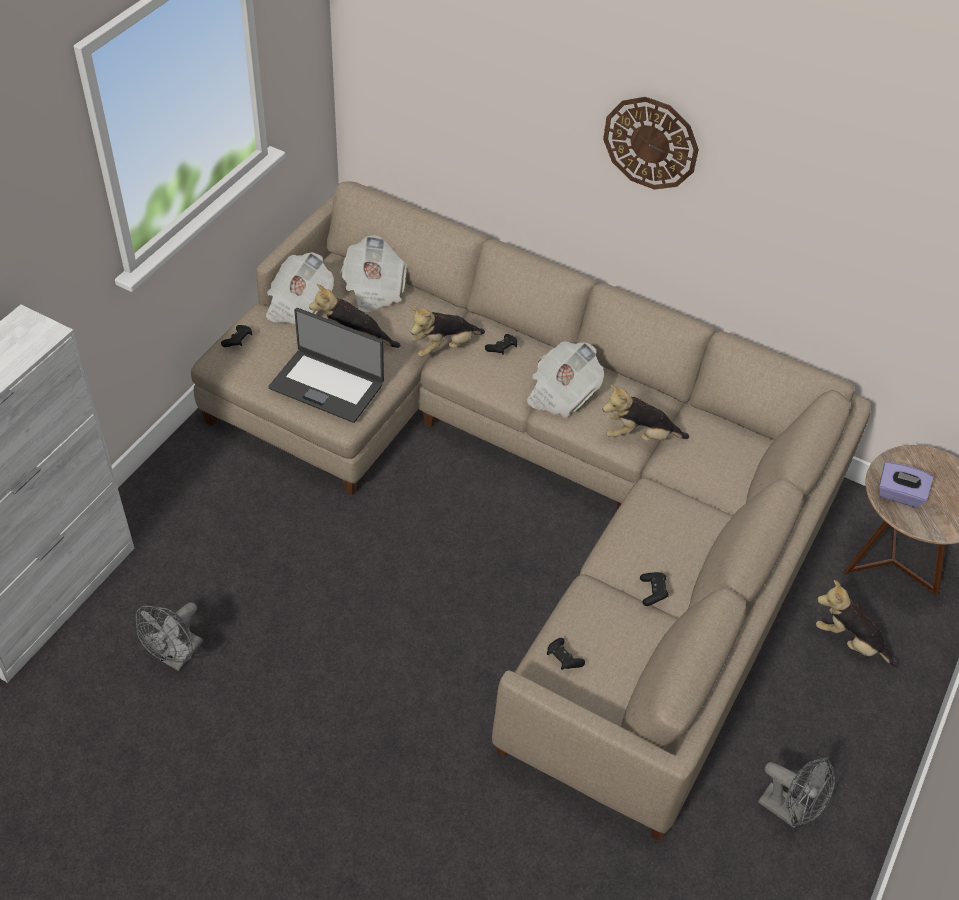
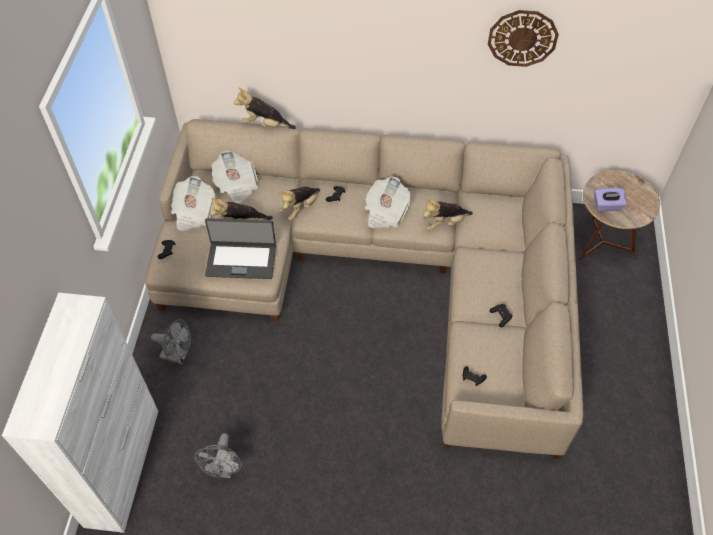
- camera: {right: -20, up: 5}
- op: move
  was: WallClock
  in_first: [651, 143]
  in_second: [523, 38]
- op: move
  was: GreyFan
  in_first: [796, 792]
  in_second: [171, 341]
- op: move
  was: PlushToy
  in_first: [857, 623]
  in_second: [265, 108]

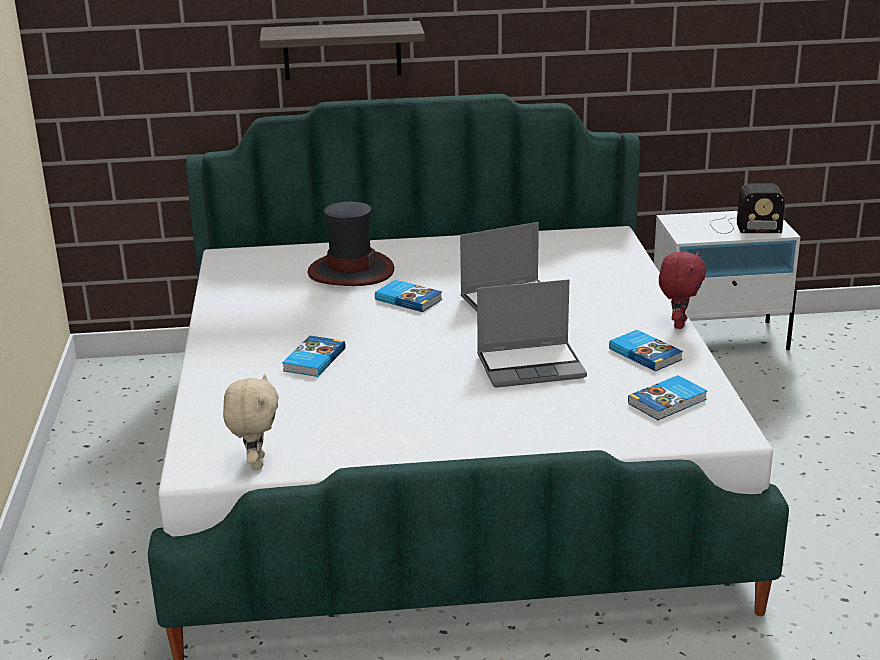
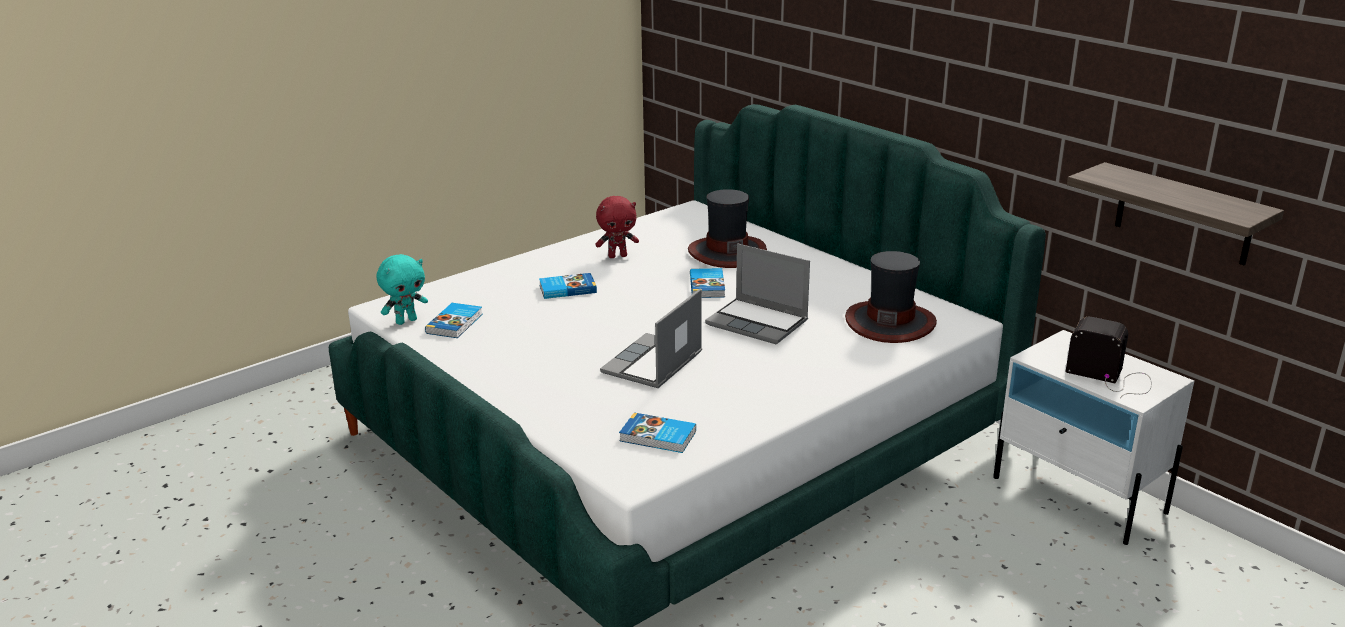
- camera: {right: 55, up: 0}
- op: insert
  now: Hat
  in_second: [891, 297]
- op: move
  was: Shelf
  in_first: [342, 50]
  in_second: [1175, 214]
- op: move
  was: Book
  in_first: [646, 350]
  in_second: [454, 320]
- op: move
  was: RedPlushToy
  in_first: [682, 290]
  in_second: [617, 227]
- op: recolor
  was: BeigePlushToy
  now: TurquoisePlushToy
  in_first: [250, 422]
  in_second: [402, 289]
- op: rotate
  was: Laptop
  in_first: [532, 333]
  in_second: [651, 338]
  clockwise: 75
- op: rotate
  was: Radio
  in_first: [747, 208]
  in_second: [1109, 357]
  clockwise: 150

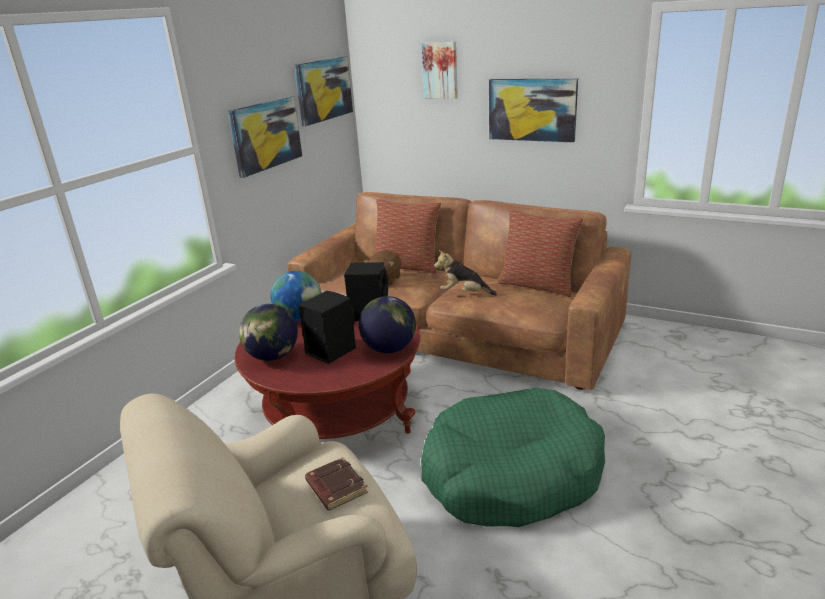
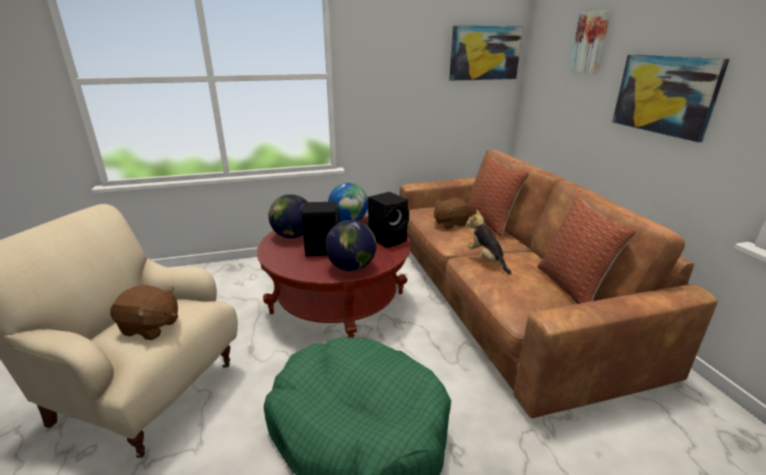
- camera: {right: 45, up: 0}
- op: delete
  was: Picture
  in_first: [265, 137]
- op: replace
  was: BrownBook
  now: BrownPlushToy
  in_first: [336, 483]
  in_second: [144, 312]

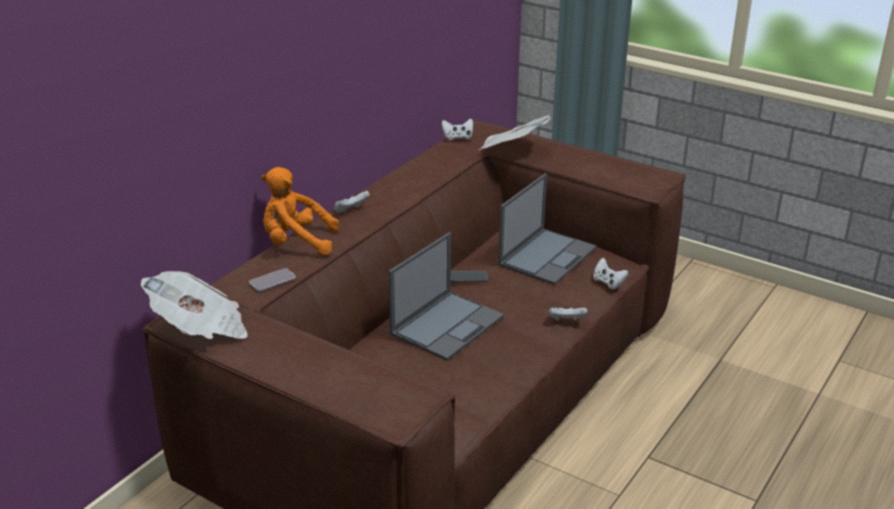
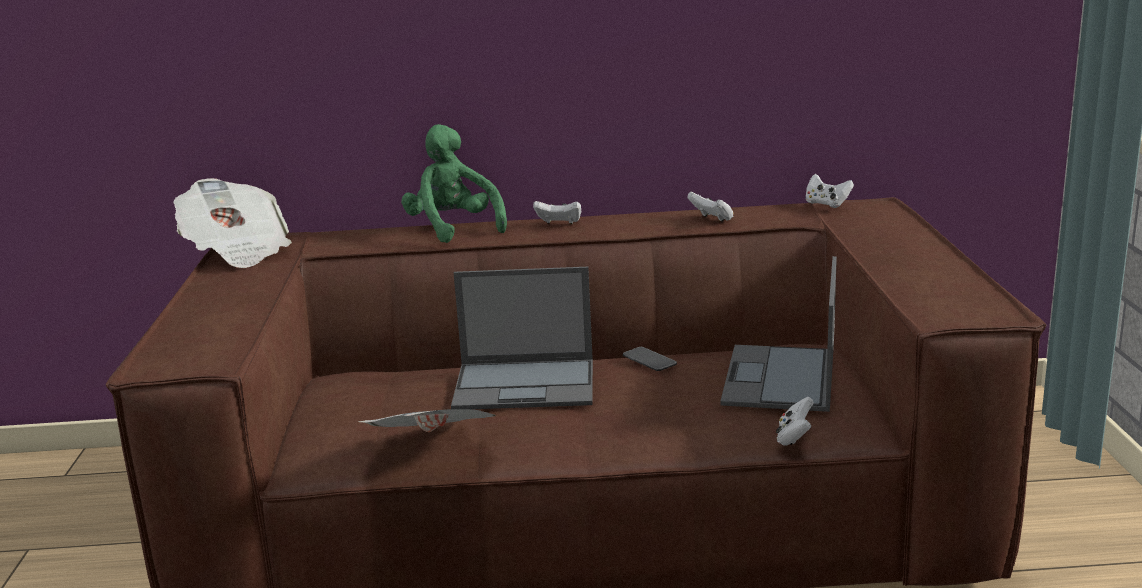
- camera: {right: 55, up: -10}
- op: delete
  was: Phone
  in_first: [272, 279]
- op: move
  was: Newspaper
  in_first: [515, 132]
  in_second: [427, 420]
- op: move
  was: WhiteGameController
  in_first: [568, 313]
  in_second: [710, 207]
- op: recolor
  was: OrangePlushToy
  now: GreenPlushToy
  in_first: [300, 211]
  in_second: [454, 183]
- op: rotate
  was: Laptop
  in_first: [547, 229]
  in_second: [778, 334]
  clockwise: 105

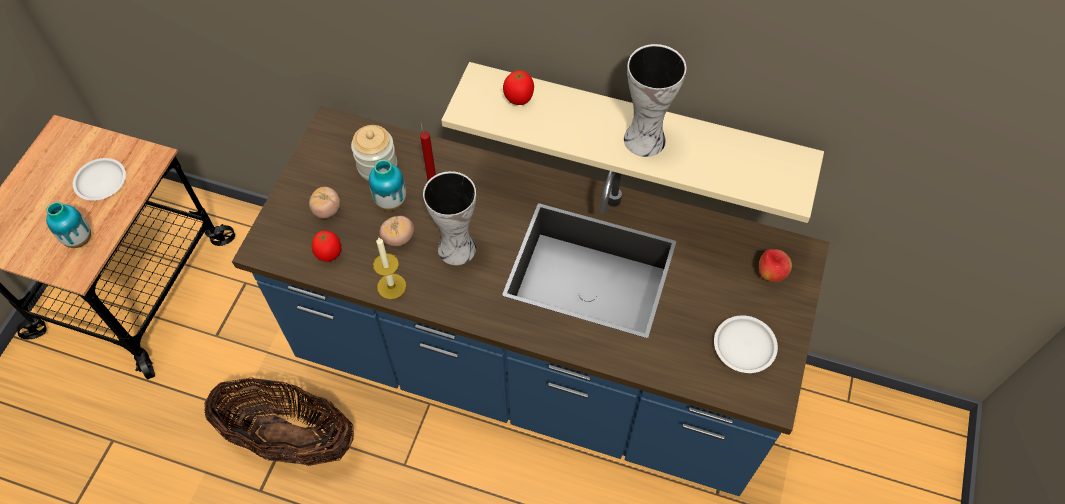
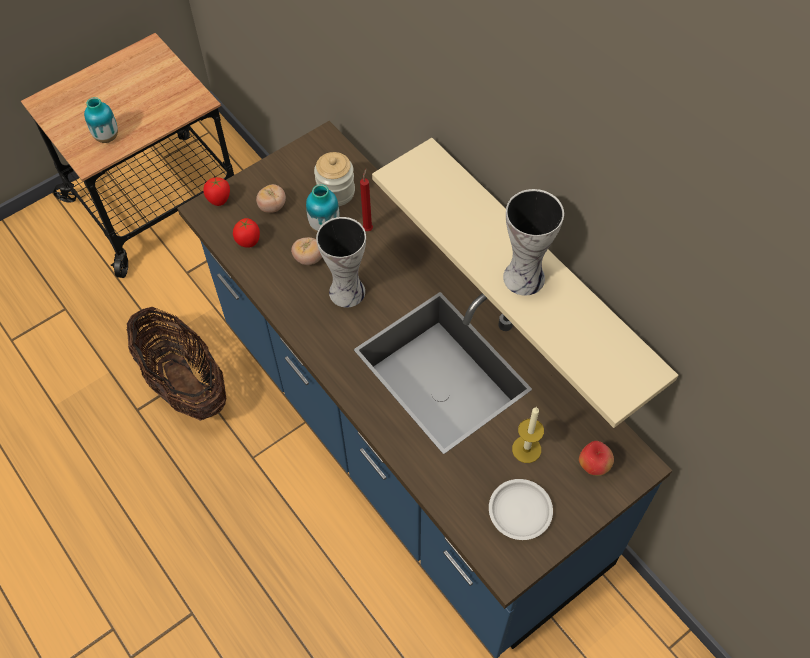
- camera: {right: 35, up: 0}
- op: delete
  was: WhitePlate
  in_first: [99, 179]
- op: move
  was: Candle
  in_first: [389, 268]
  in_second: [528, 435]
- op: move
  was: Tomato
  in_first: [518, 87]
  in_second: [217, 191]

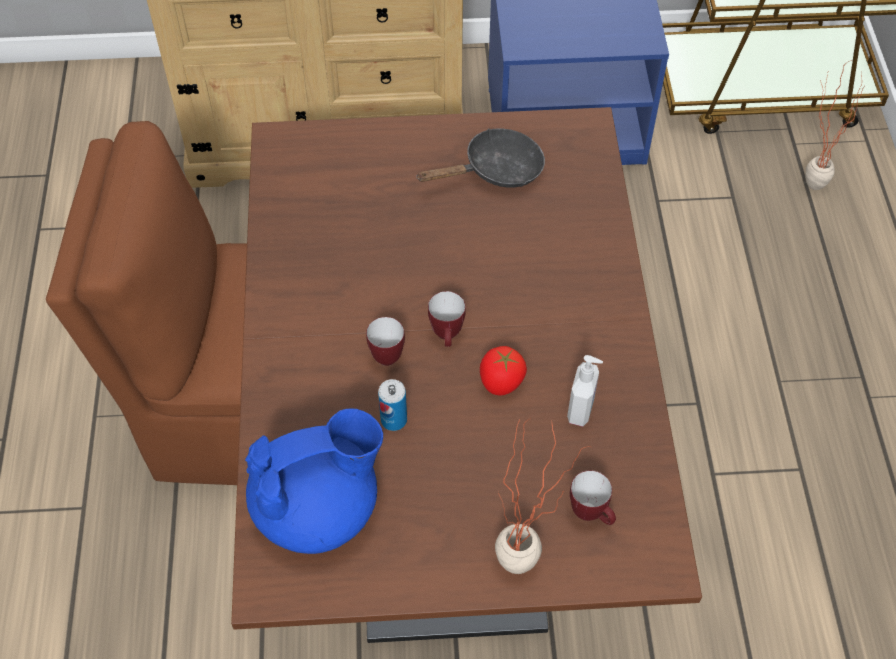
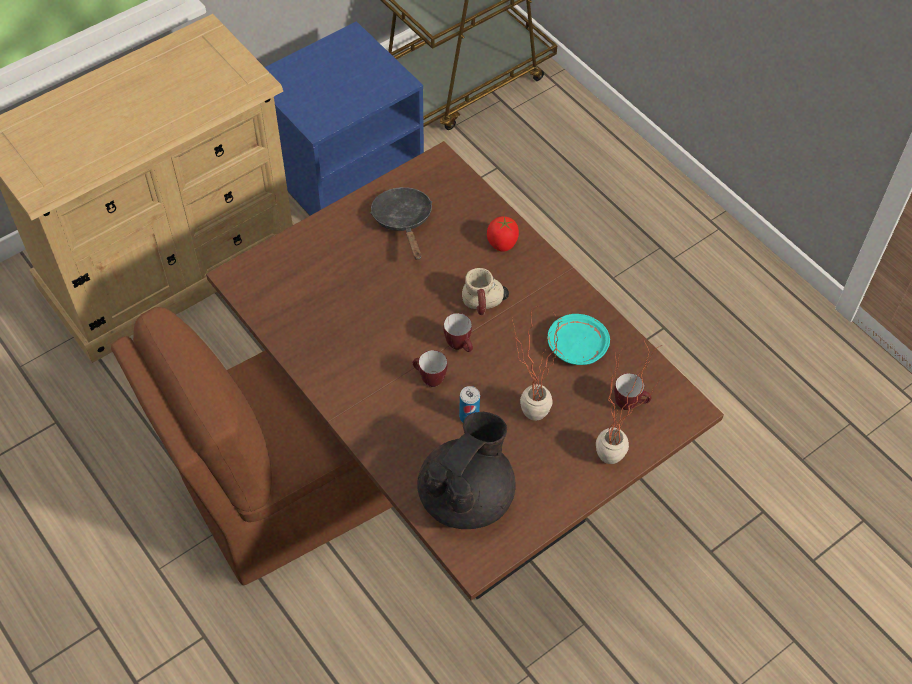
- camera: {right: -35, up: 0}
- op: insert
  now: Mug
  in_second: [485, 291]
- op: move
  was: Tomato
  in_first: [503, 371]
  in_second: [503, 234]
- op: move
  was: PottedPlant
  in_first: [835, 125]
  in_second: [536, 363]
- op: replace
  was: SoapDispenser
  now: TurquoisePlate
  in_first: [585, 391]
  in_second: [579, 339]
- op: recolor
  was: BlueTeapot
  now: BlackTeapot
  in_first: [314, 481]
  in_second: [467, 470]
- op: rotate
  was: BlackFryingPan
  in_first: [480, 158]
  in_second: [401, 223]
  clockwise: -45

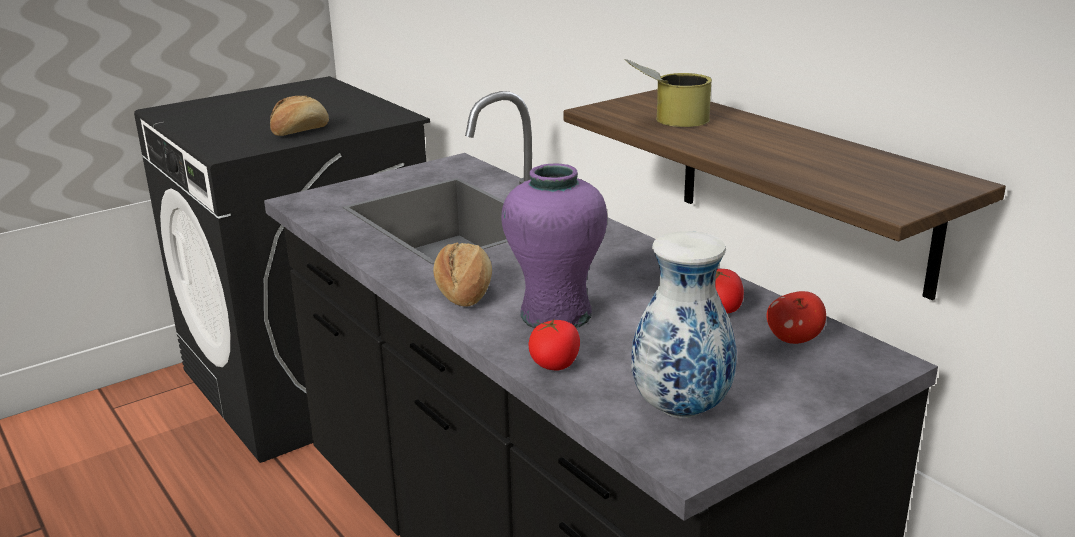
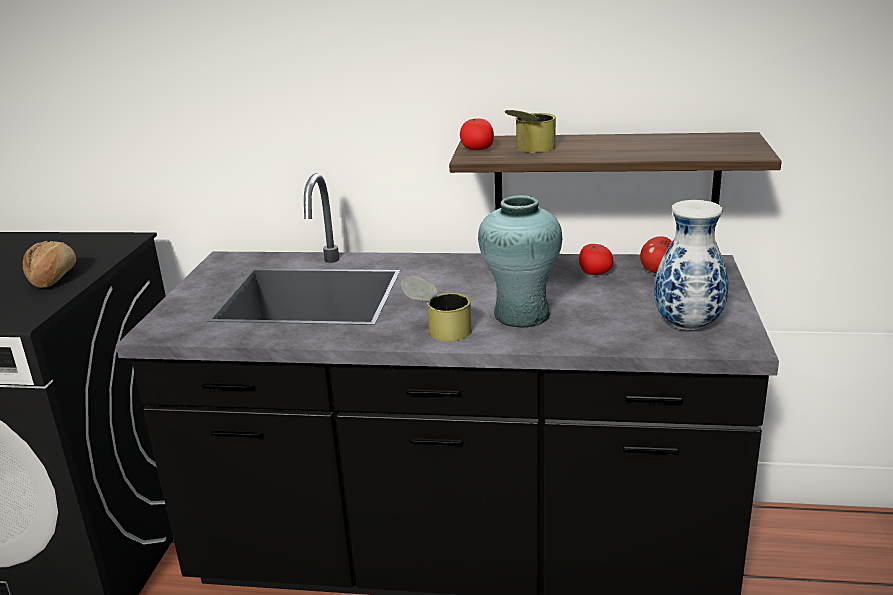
- camera: {right: -45, up: 0}
- op: move
  was: Tomato
  in_first: [554, 344]
  in_second: [477, 134]
- op: replace
  was: Bread
  now: Can
  in_first: [462, 274]
  in_second: [436, 308]
- op: recolor
  was: PurpleVase
  now: TurquoiseVase
  in_first: [554, 246]
  in_second: [520, 261]

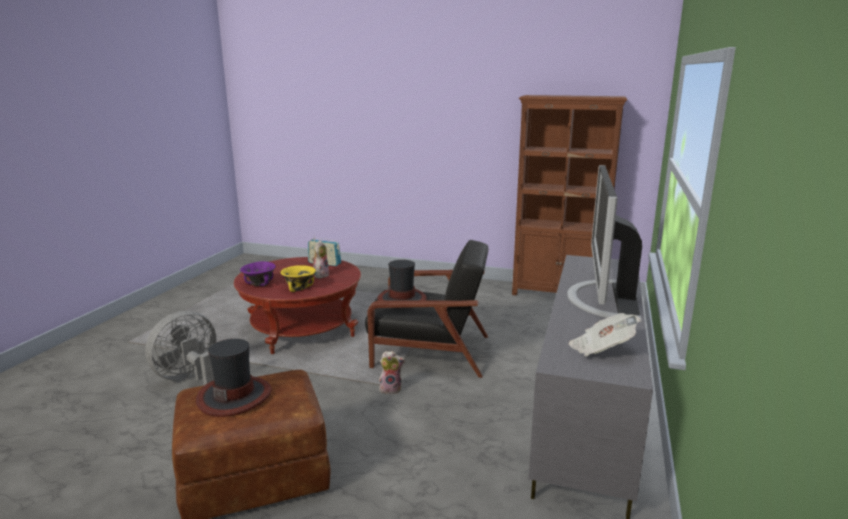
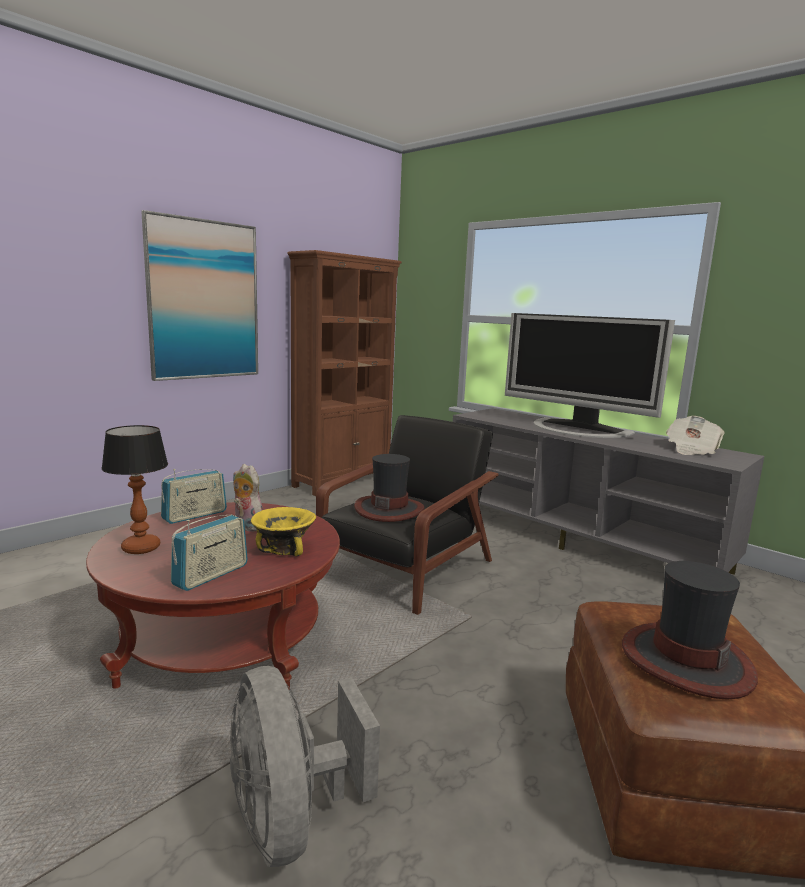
- camera: {right: -65, up: -5}
- op: delete
  was: PlushToy
  in_first: [392, 373]
- op: insert
  now: TableLamp
  in_second: [134, 489]
- op: insert
  now: Picture
  in_second: [199, 295]
- op: replace
  was: PurpleBowl
  now: Radio
  in_first: [258, 273]
  in_second: [209, 553]

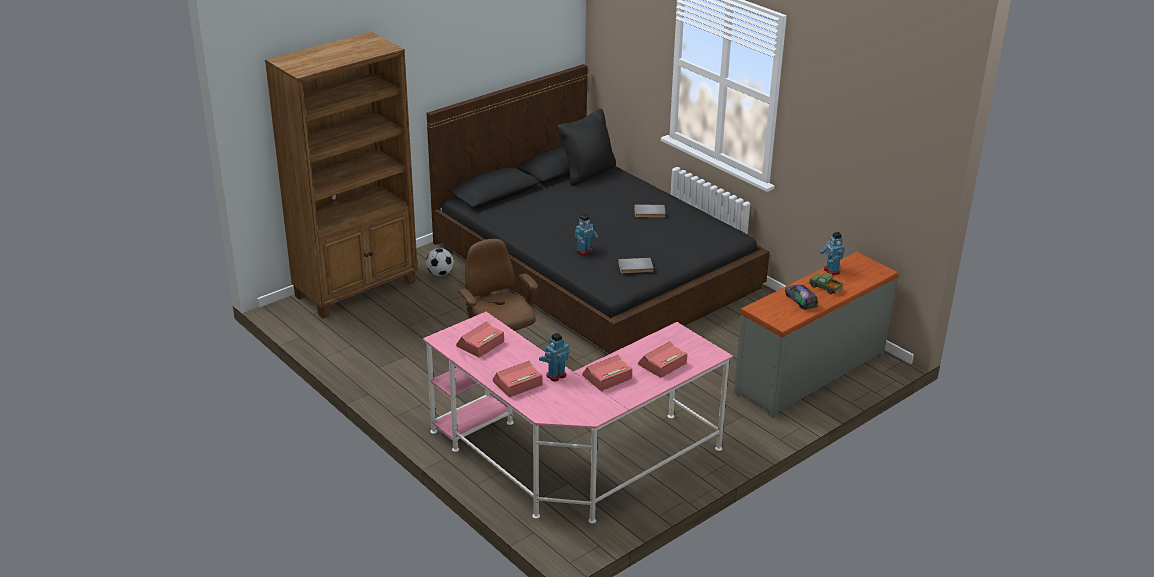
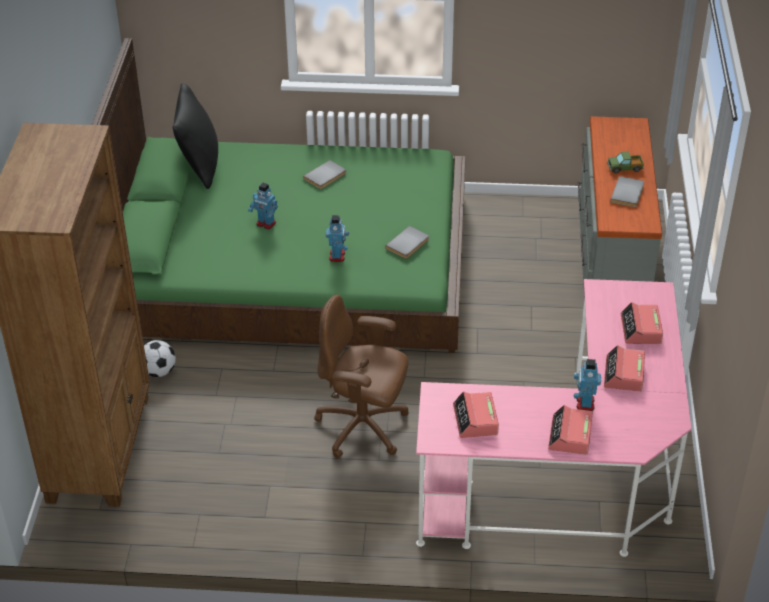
- camera: {right: -45, up: 10}
- op: move
  was: ToyRobot
  in_first: [832, 253]
  in_second: [263, 206]
- op: replace
  was: ToyTruck
  now: GreyBook
  in_first: [801, 297]
  in_second: [627, 191]
- op: recolor
  was: BlackBed
  now: GreenBed
  in_first: [598, 209]
  in_second: [279, 195]

